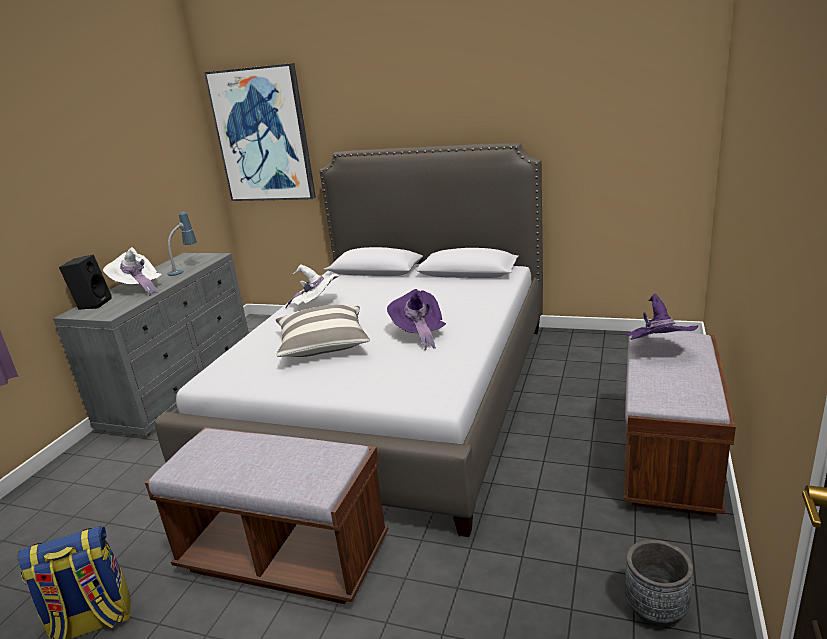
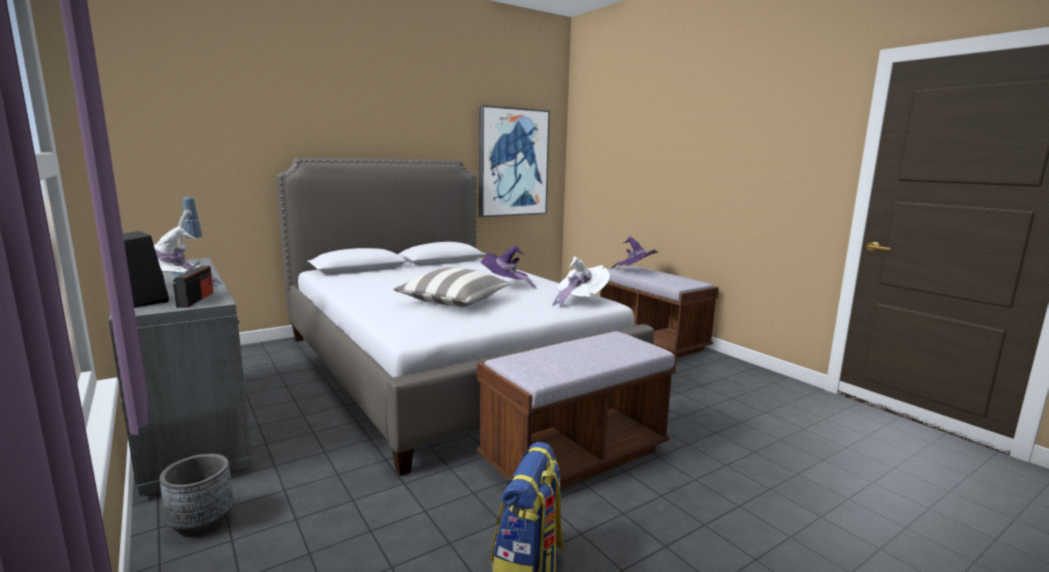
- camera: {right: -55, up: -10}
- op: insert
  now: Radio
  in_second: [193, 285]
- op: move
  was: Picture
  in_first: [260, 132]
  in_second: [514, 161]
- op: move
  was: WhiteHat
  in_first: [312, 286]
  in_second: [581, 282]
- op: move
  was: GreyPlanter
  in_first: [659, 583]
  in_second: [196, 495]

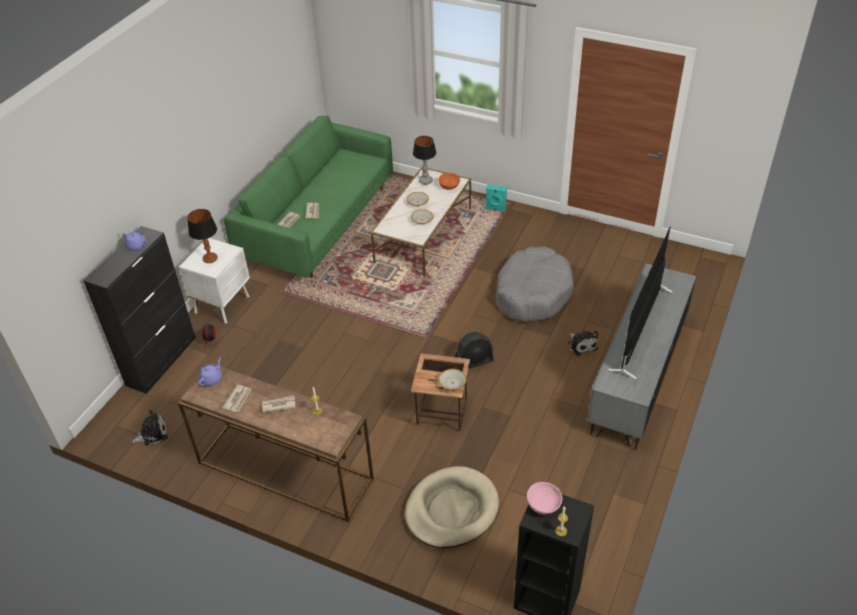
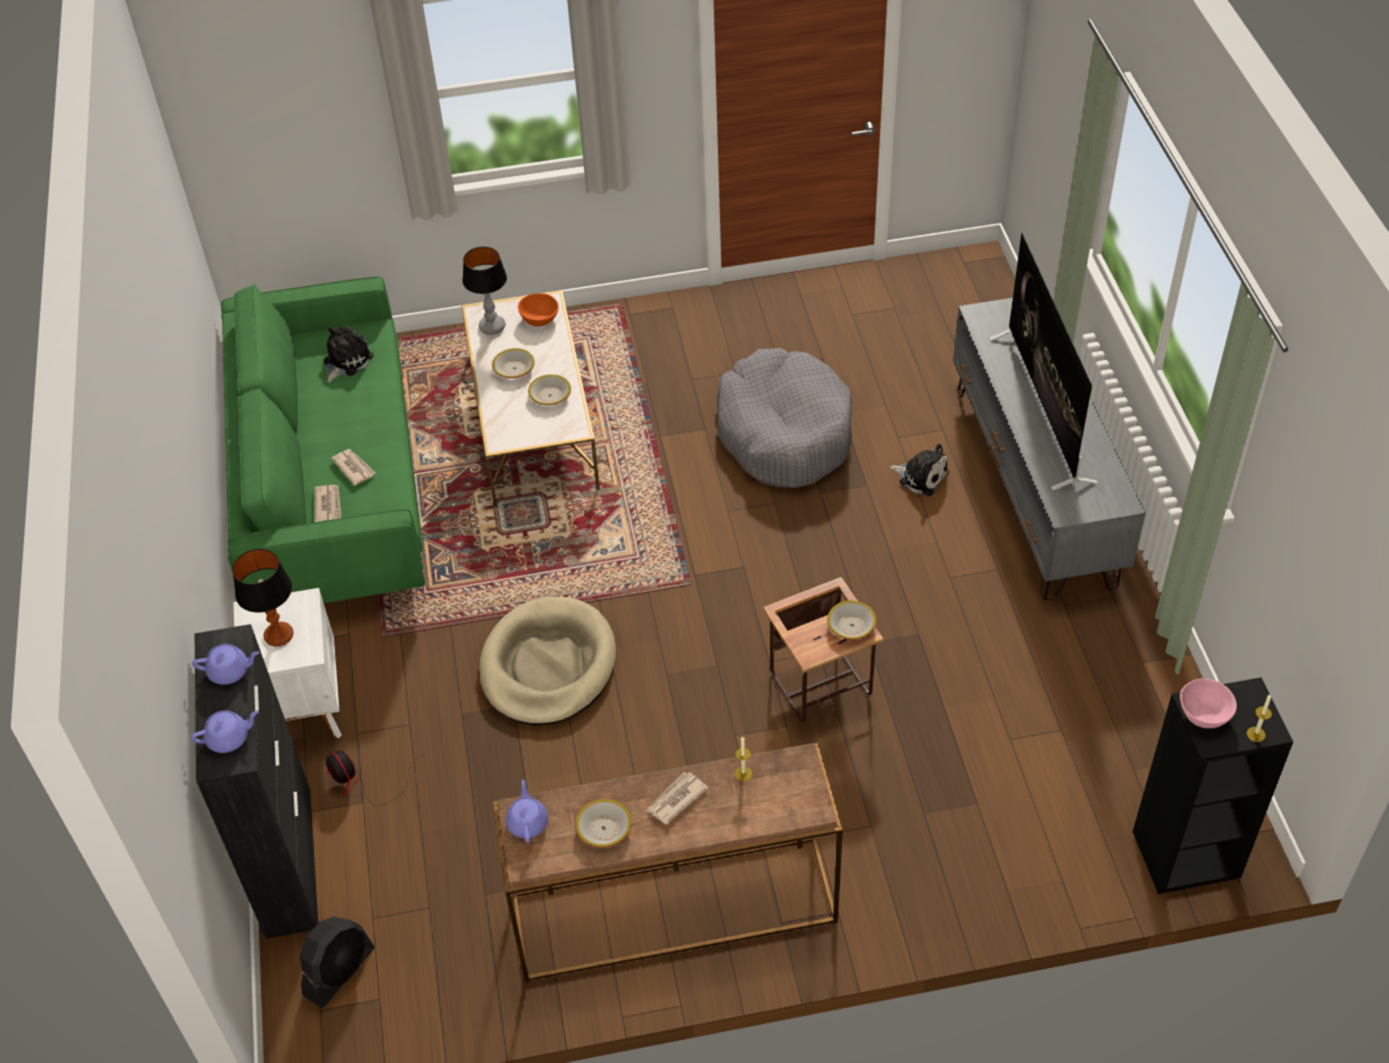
- camera: {right: -35, up: 5}
- op: delete
  was: TurquoiseSpeaker
  in_first: [496, 198]
- op: insert
  now: PurpleTeapot
  in_second: [225, 731]
- op: move
  was: PlushToy
  in_first: [149, 427]
  in_second: [348, 354]
- op: move
  was: BeigeDogBed
  in_first: [452, 507]
  in_second: [547, 661]
- op: move
  was: BlackFan
  in_first: [474, 350]
  in_second: [337, 962]
- op: replace
  was: Newspaper
  now: Bowl
  in_first: [236, 398]
  in_second: [604, 823]

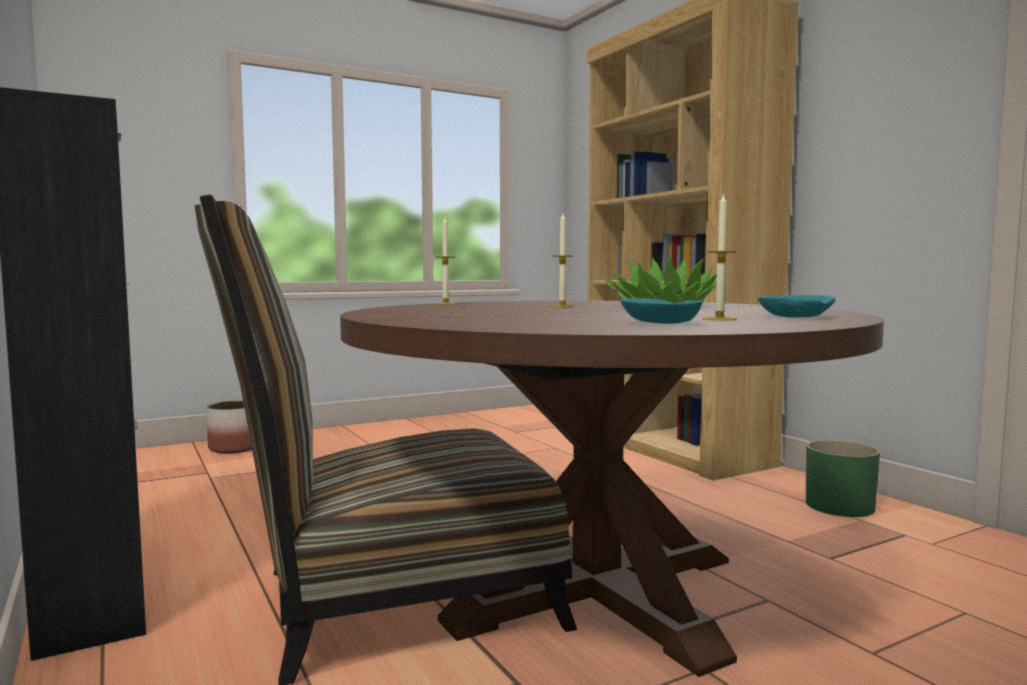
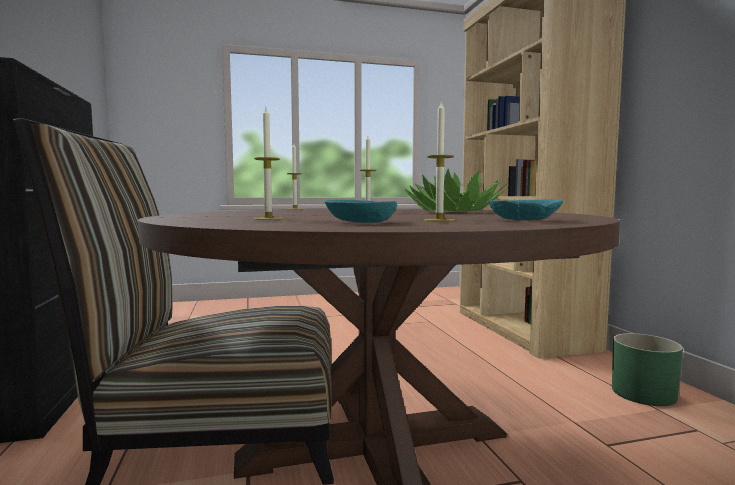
- camera: {right: 15, up: 0}
- op: delete
  was: Planter
  in_first: [229, 426]
- op: insert
  now: Candle
  in_second: [268, 164]

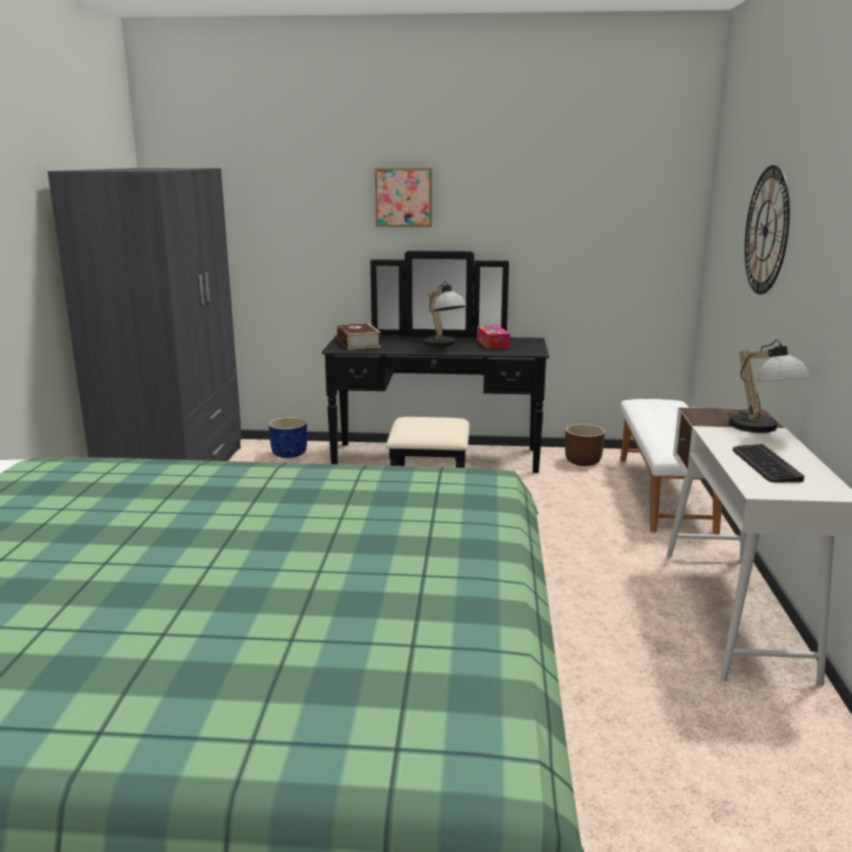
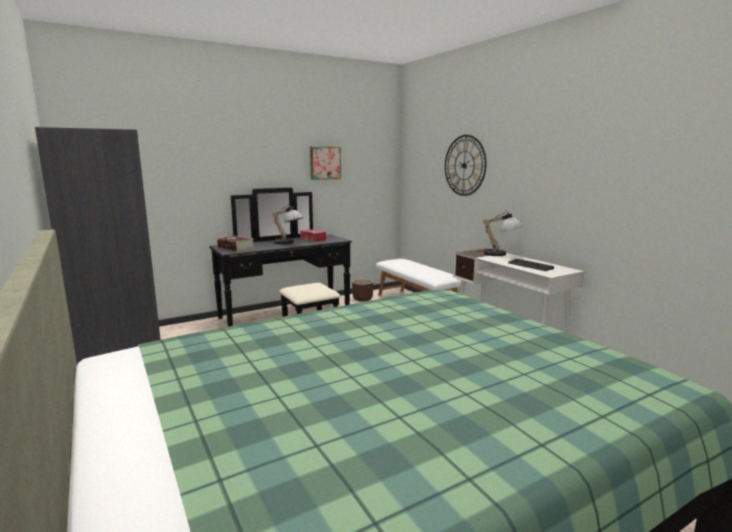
- camera: {right: -35, up: -5}
- op: delete
  was: BluePlanter
  in_first: [287, 437]
- op: move
  was: Picture
  in_first: [403, 197]
  in_second: [325, 163]

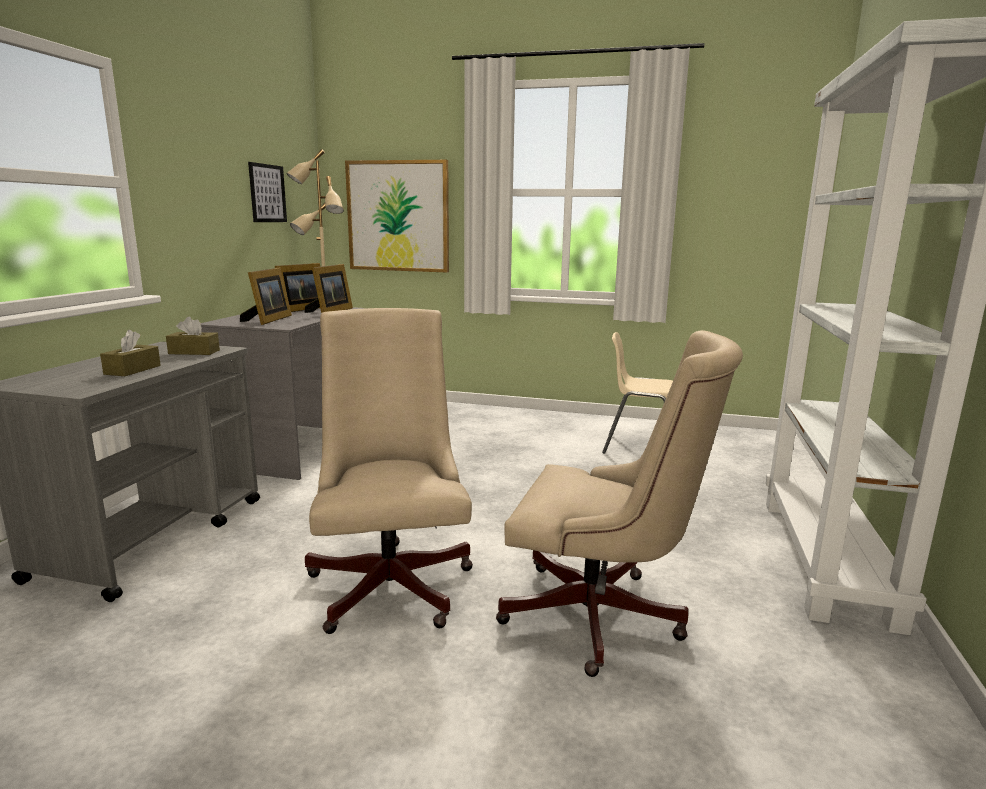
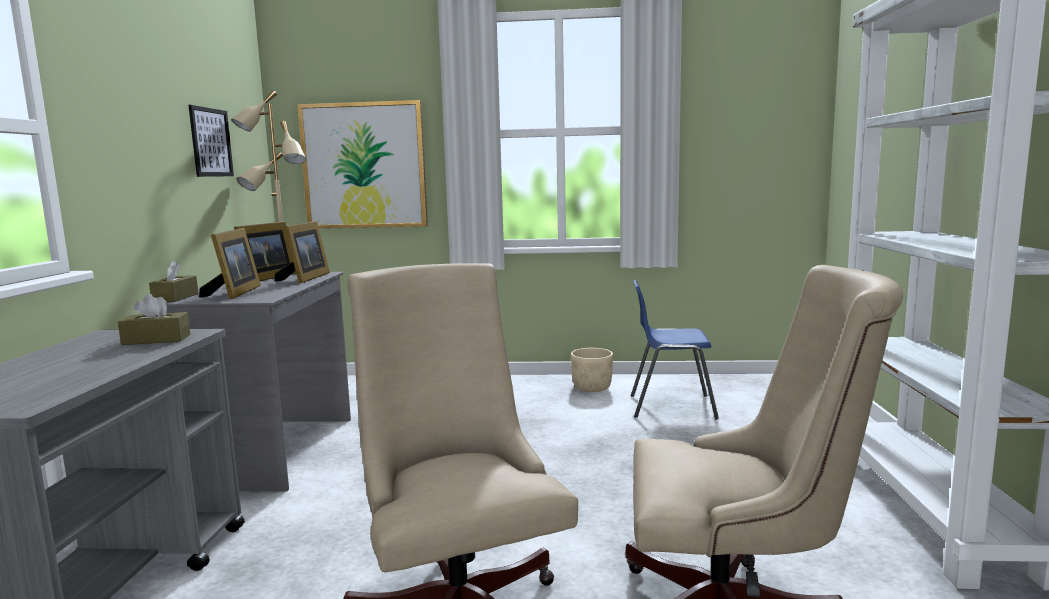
- camera: {right: -10, up: -5}
- op: insert
  now: BeigePlanter
  in_second: [592, 370]
- op: move
  was: BrownTissueBox
  in_first: [130, 353]
  in_second: [173, 281]
- op: recolor
  was: BeigeChair
  now: BlueChair
  in_first: [637, 393]
  in_second: [675, 350]

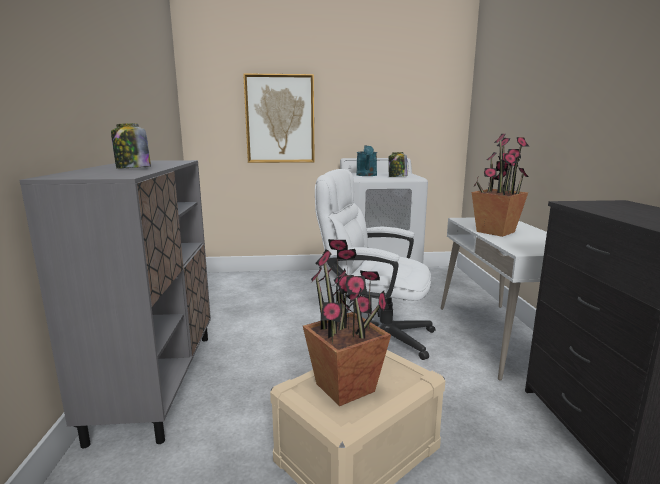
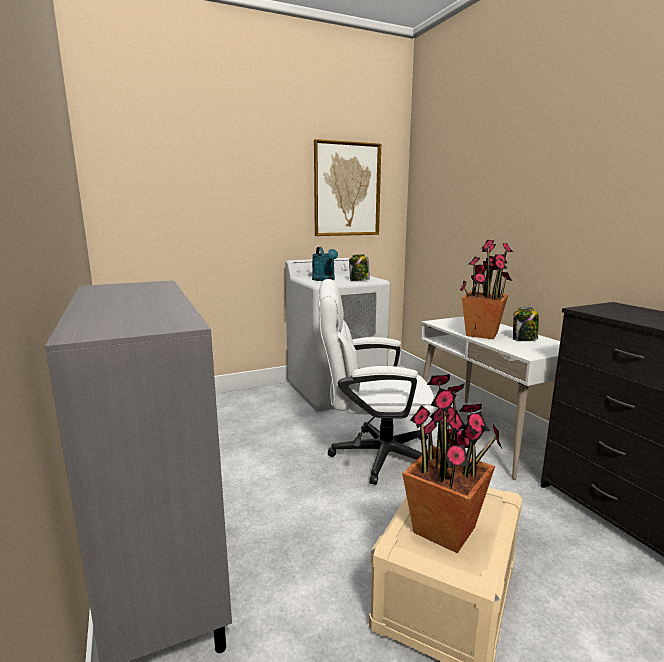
- camera: {right: -20, up: 0}
- op: move
  was: Jar
  in_first: [131, 146]
  in_second: [526, 324]
- op: move
  was: Picture
  in_first: [279, 118]
  in_second: [347, 187]

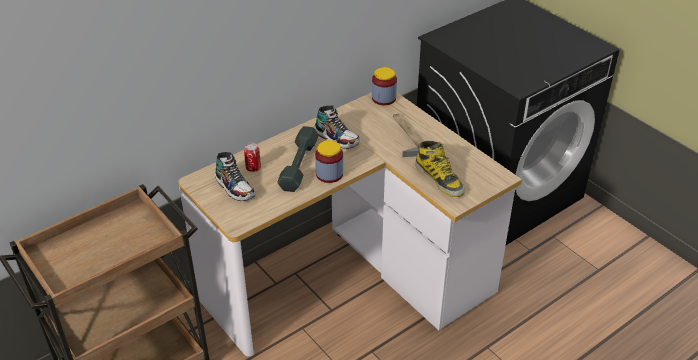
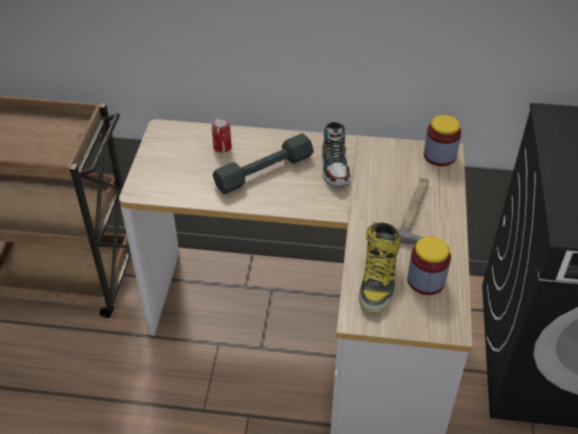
- camera: {right: 45, up: 5}
- op: delete
  was: Shoe
  in_first: [235, 176]
- op: move
  was: Jar
  in_first: [329, 161]
  in_second: [429, 265]

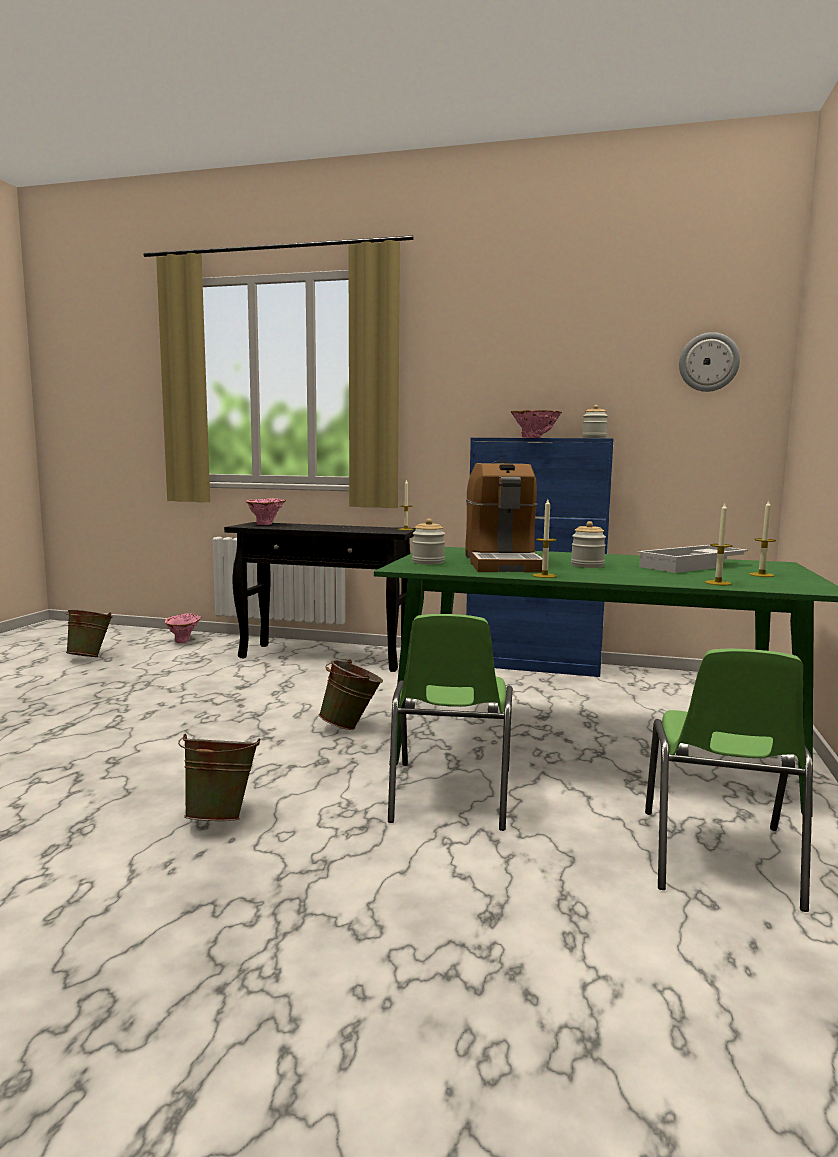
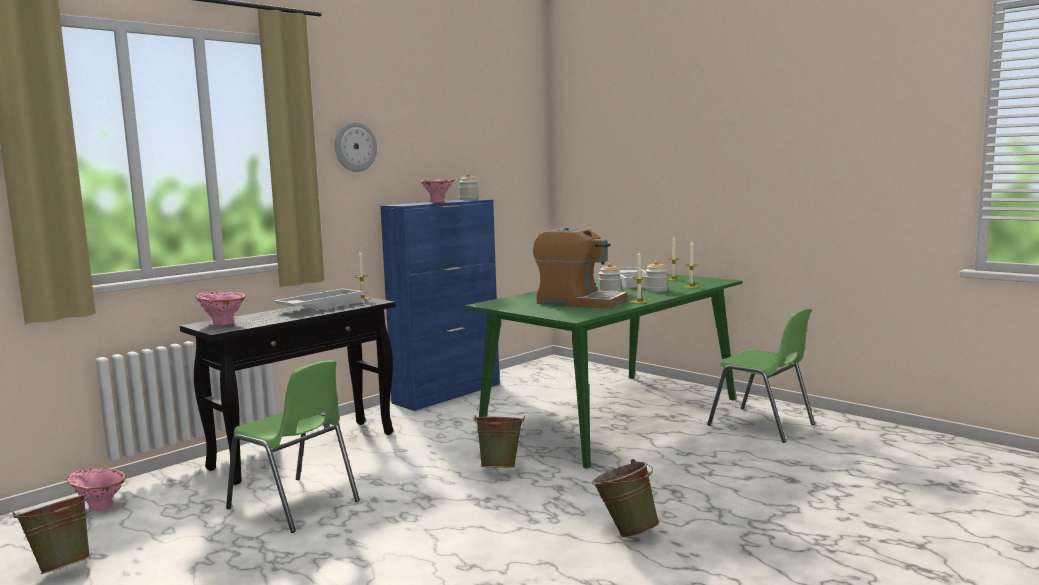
- camera: {right: -60, up: 0}
- op: insert
  now: WhiteTray
  in_second: [318, 299]
- op: move
  was: GreenChair
  in_first: [450, 722]
  in_second: [293, 446]
- op: move
  was: Jar
  in_first: [428, 542]
  in_second: [656, 276]
- op: move
  was: WallClock
  in_first: [709, 362]
  in_second: [356, 146]

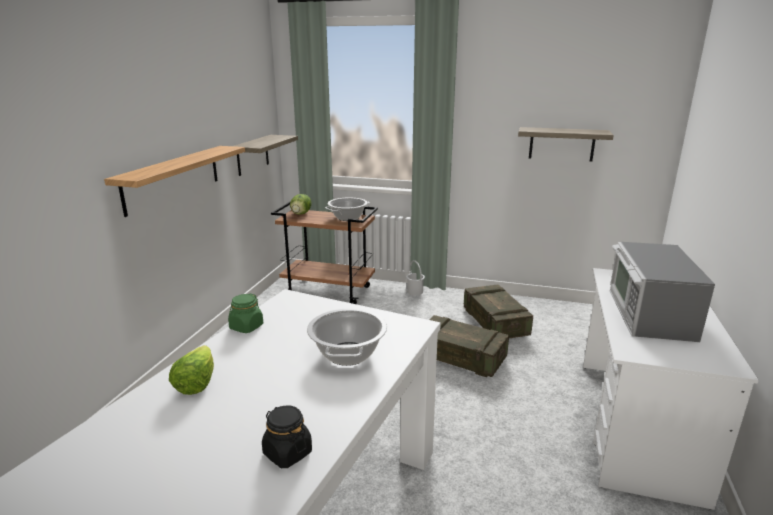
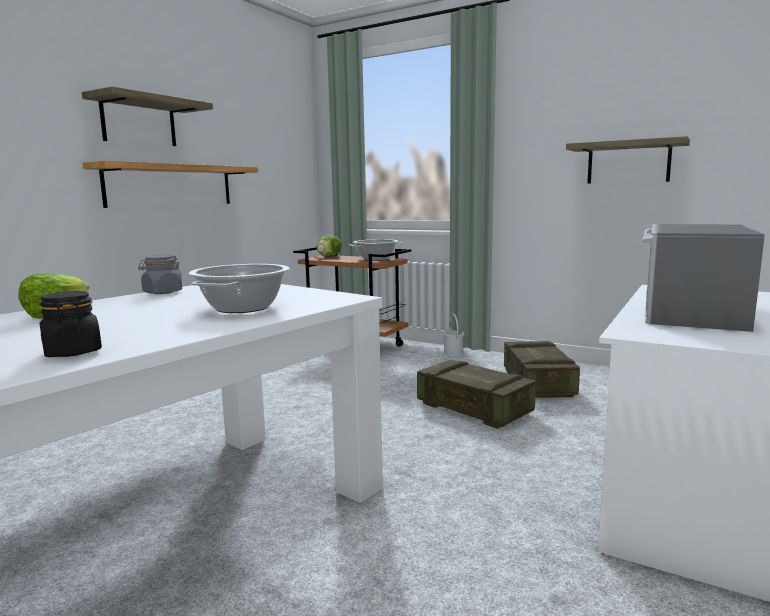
- camera: {right: 15, up: -10}
- op: move
  was: Shelf
  in_first: [266, 155]
  in_second: [147, 116]
- op: recolor
  was: GreenJar
  now: GreyJar
  in_first: [245, 313]
  in_second: [160, 274]

